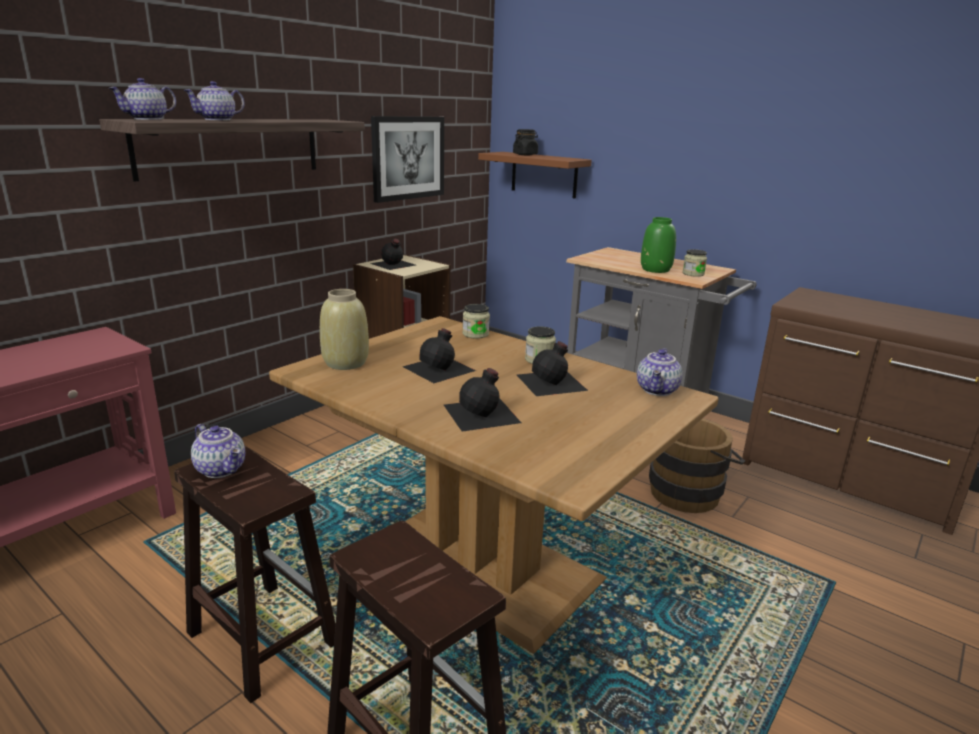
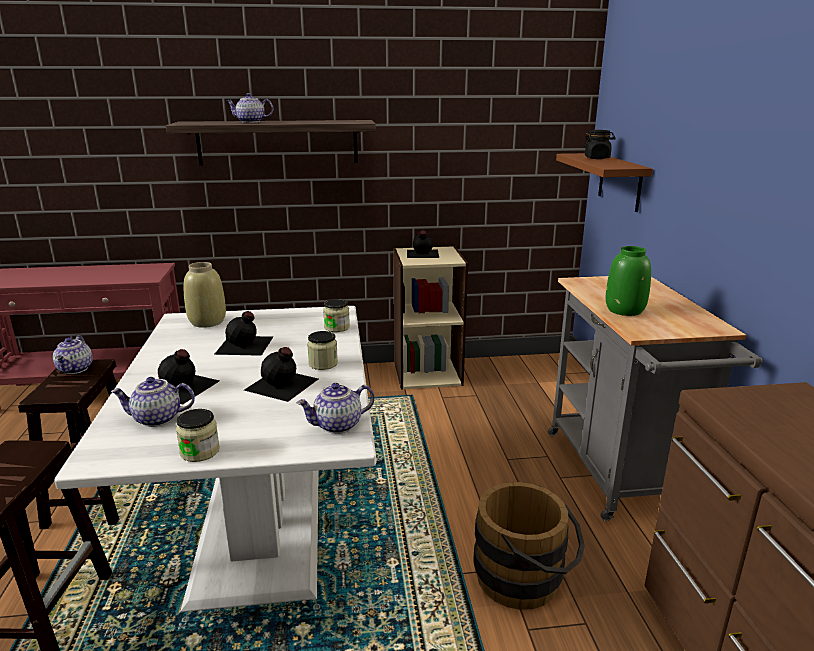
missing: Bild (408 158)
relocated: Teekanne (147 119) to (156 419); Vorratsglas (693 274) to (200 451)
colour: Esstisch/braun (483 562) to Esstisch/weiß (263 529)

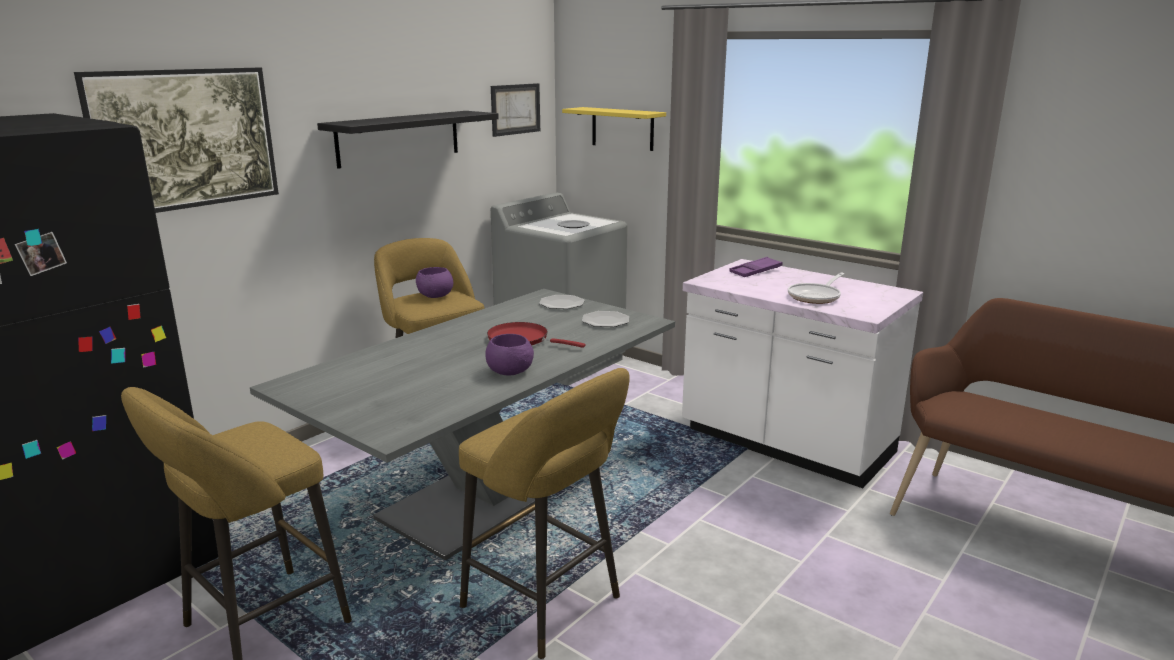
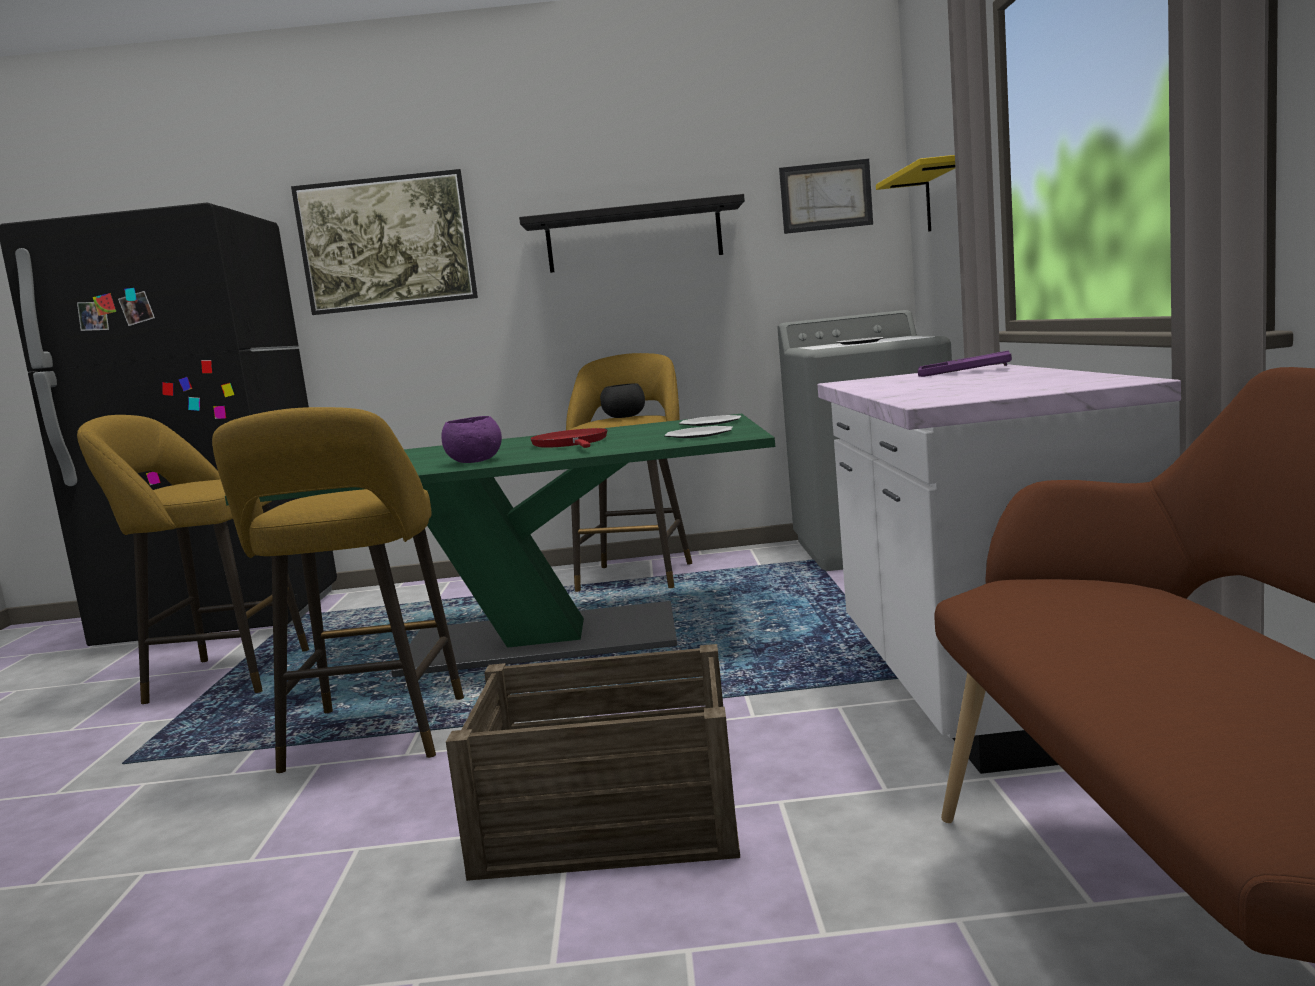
missing: Pfanne (816 296)
appeared: Kiste (611 816)
colour: Esstisch/grau (491 492) to Esstisch/grün (541 641); Schüssel/lila (435 296) to Schüssel/schwarz (624 417)

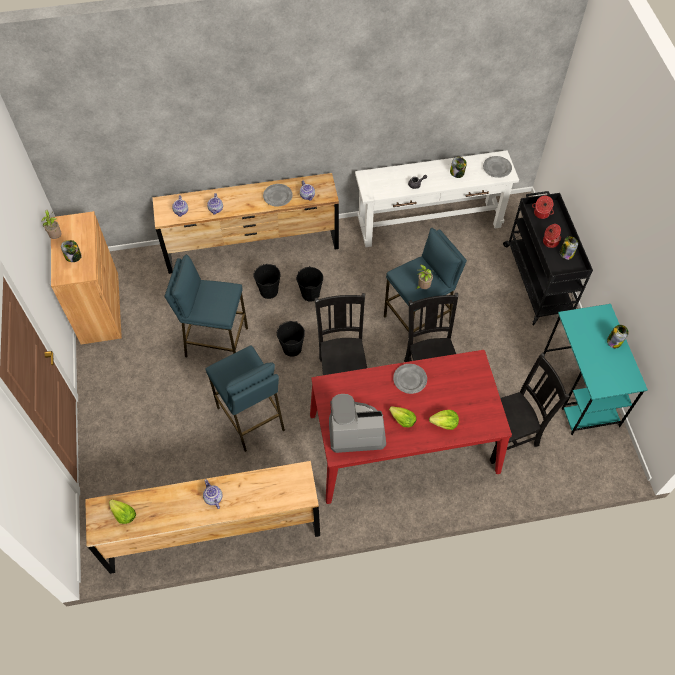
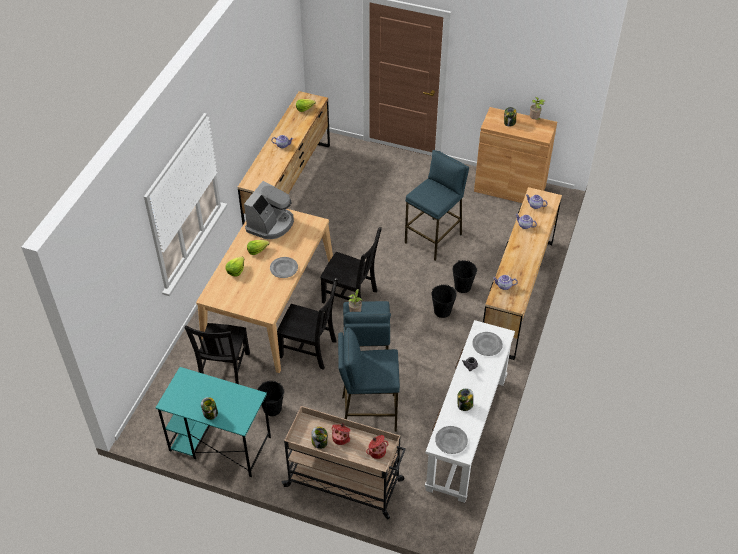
relocated: Hocker/blau (251 419) to (368 413); Teller/grau (277 196) to (487 345); Eimer/schwarz (292 348) to (272 408)
colour: Esstisch/rot (403 443) to Esstisch/beige (270 306); Rollwagen/schwarz (538 279) to Rollwagen/beige (345 483)

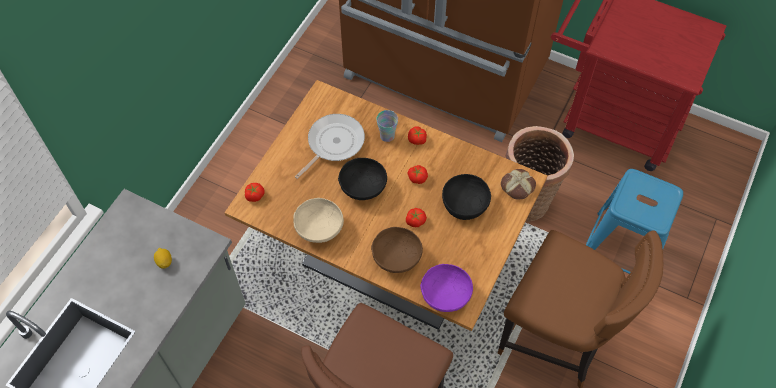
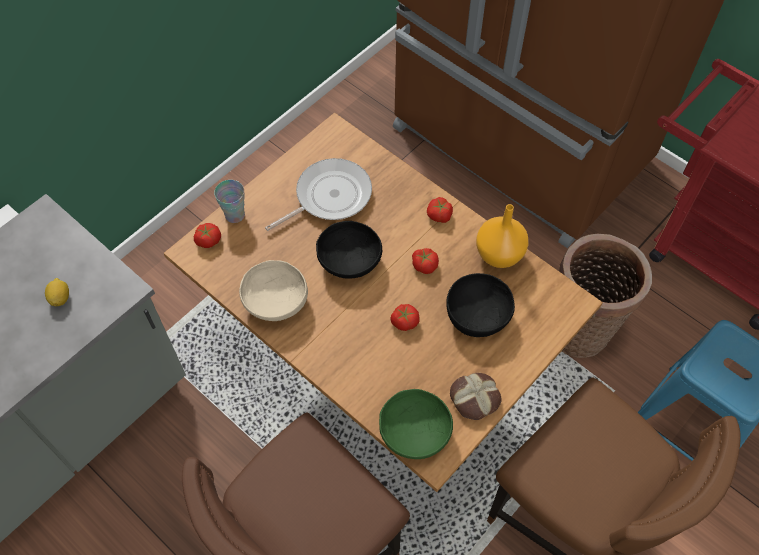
missing: Schüssel/braun (396 258)
appeared: Vase/orange (498 255)
relocated: Tasse (387 136) to (235 215); Brot (518 187) to (475 399)
colour: Schüssel/lila (445 295) to Schüssel/grün (414 433)

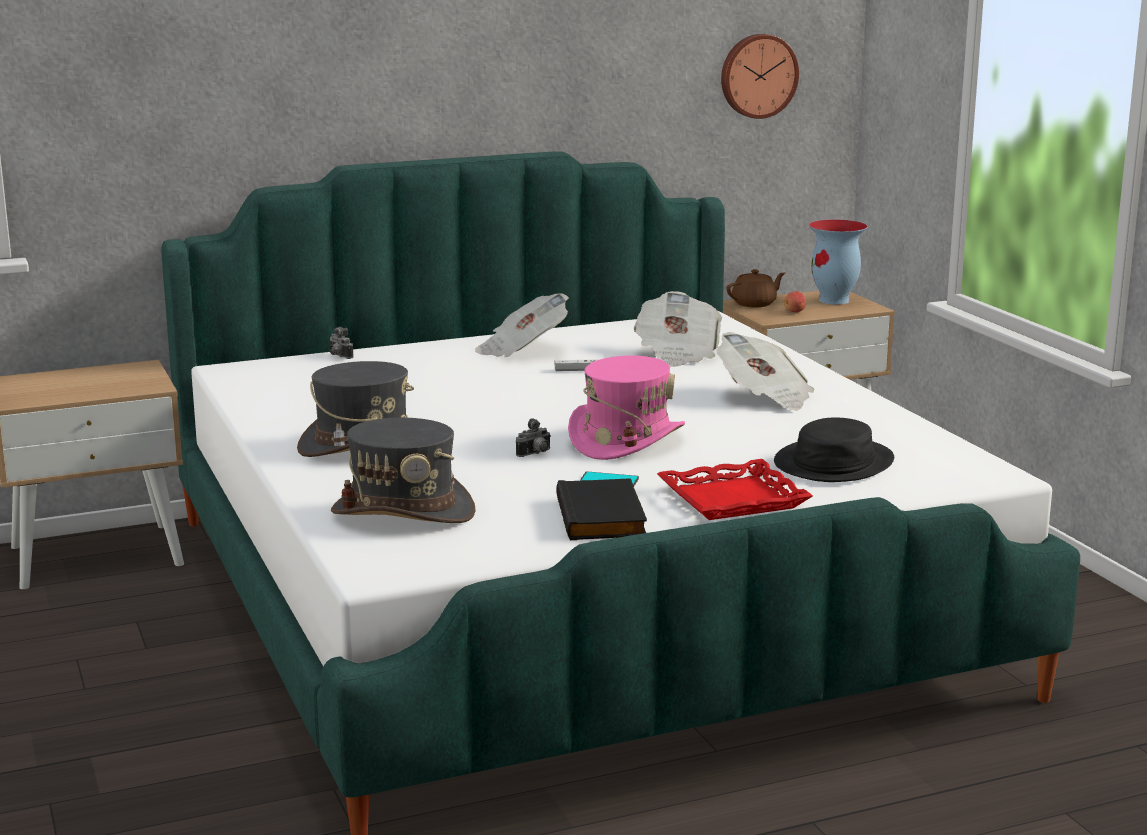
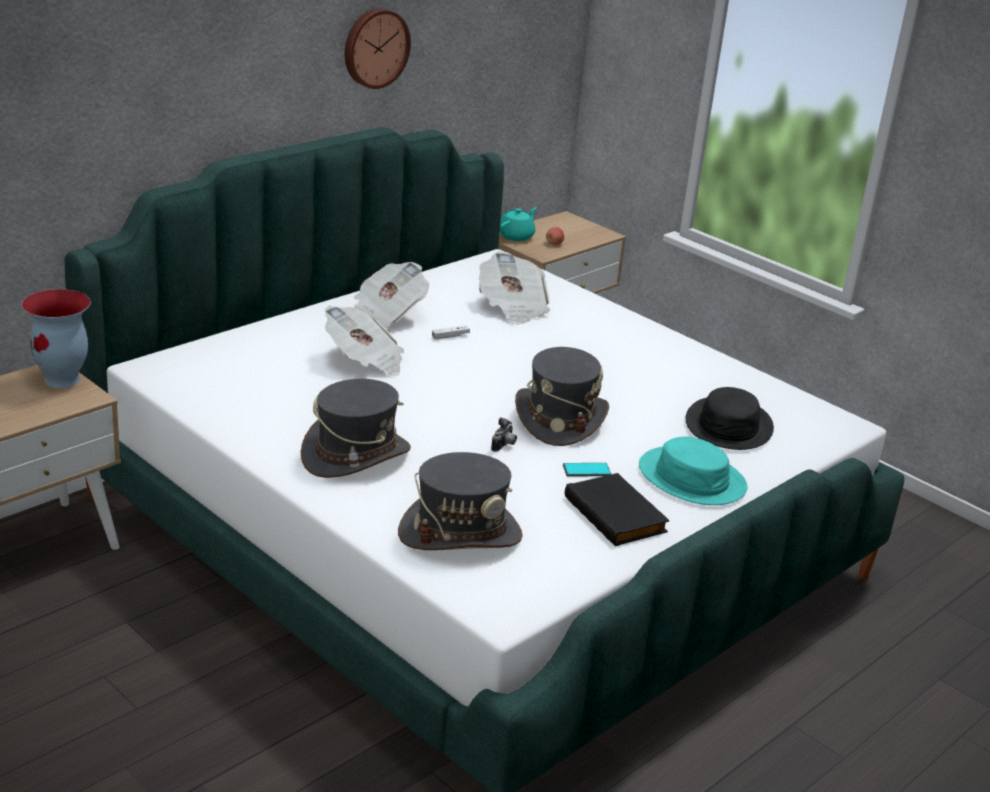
missing: Kamera (338 356)
relocated: Zeitung (765 397) to (365 361); Wanduhr (757 75) to (374 47); Vase (835 300) to (63 380)
exchanged: Tablett/rot (732 499) to Hut/türkis (692 478)
colour: Hut/rosa (626 440) to Hut/grau (559 419); Teekanne/braun (755 304) to Teekanne/türkis (516 236)

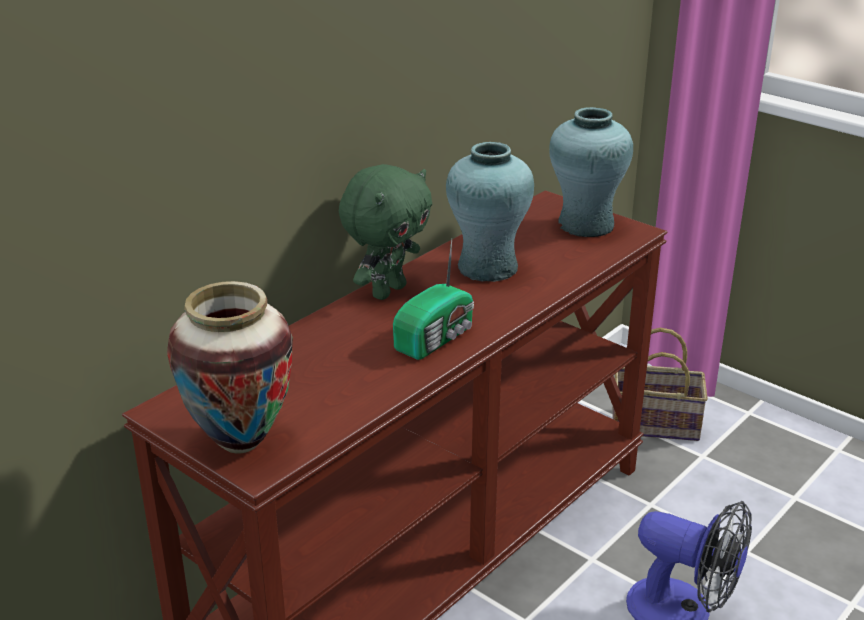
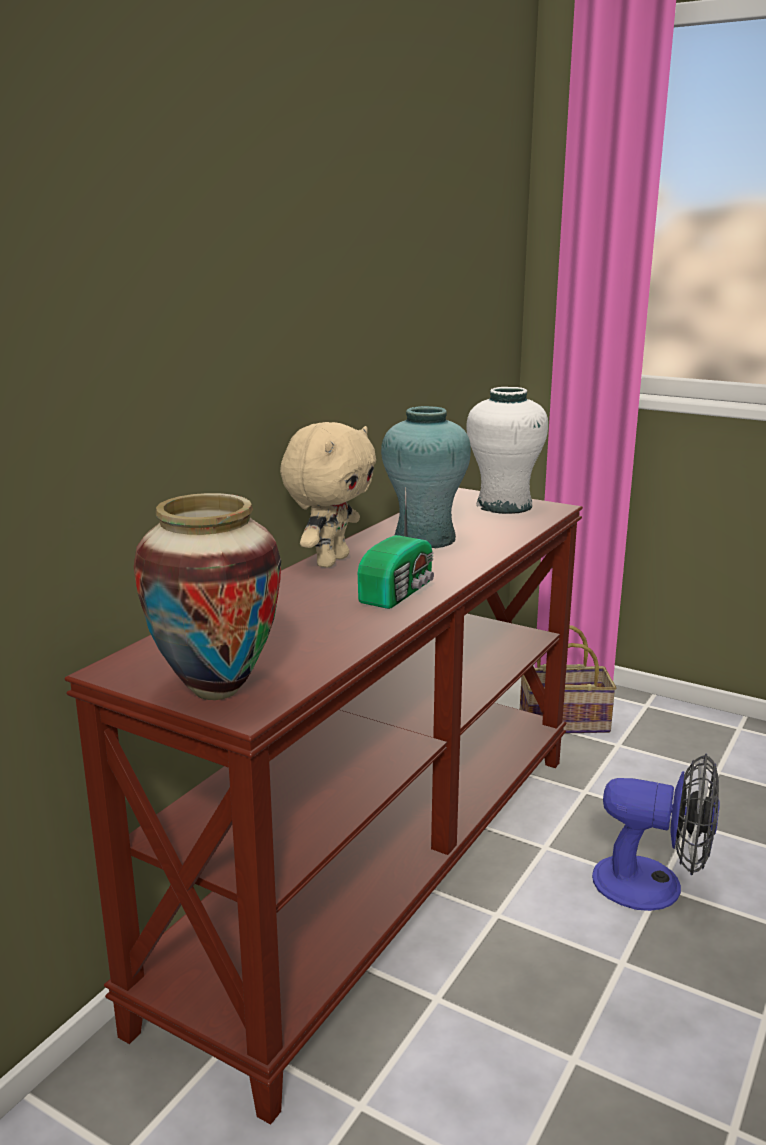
colour: Plüschtier/grün (387 291) to Plüschtier/beige (330 561); Vase/türkis (586 225) to Vase/weiß (504 506)

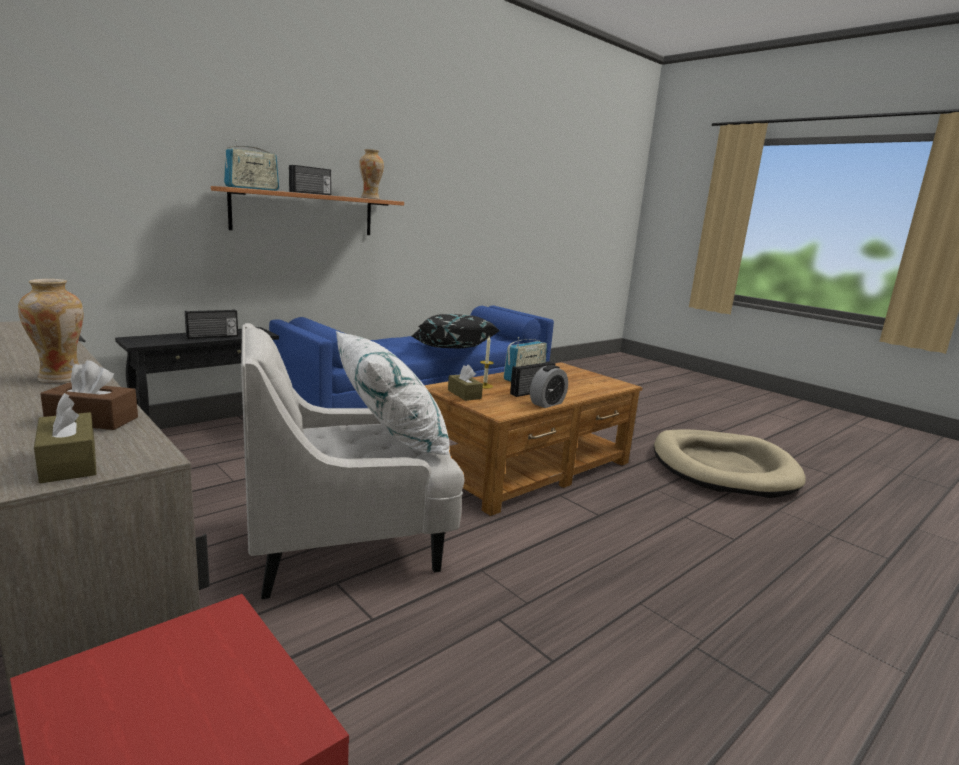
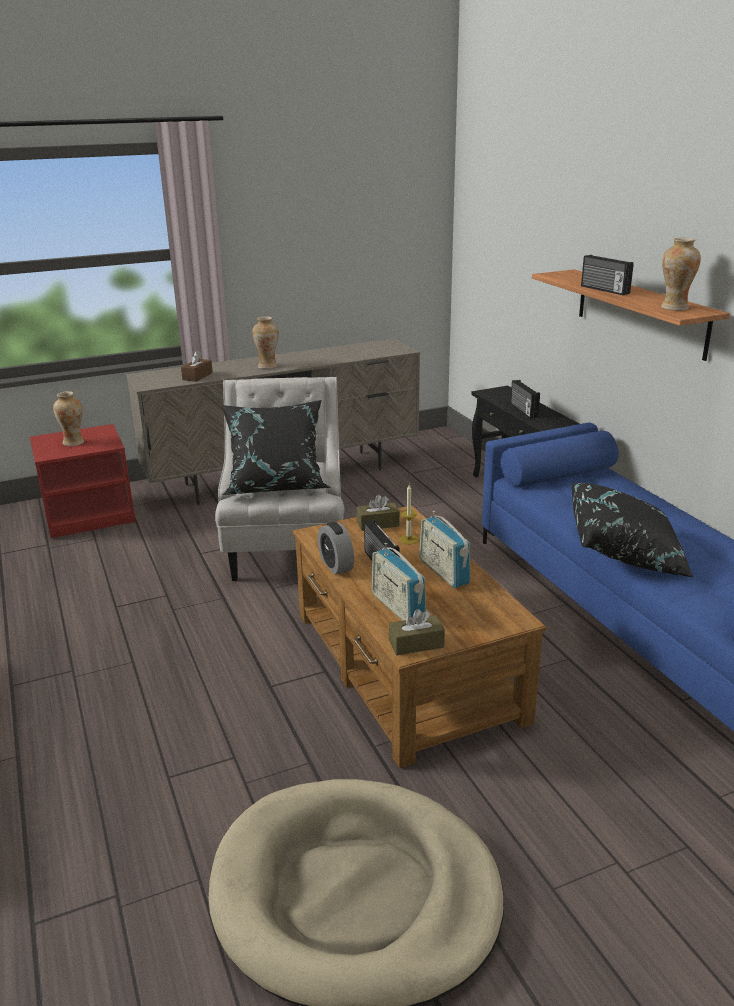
appeared: Vase (73 442)
relocated: Taschentuchbox/braun (69 462) to (416 644); Radio (252 188) to (397 607)
colour: Kissen/weiß (389 439) to Kissen/schwarz (276 485)

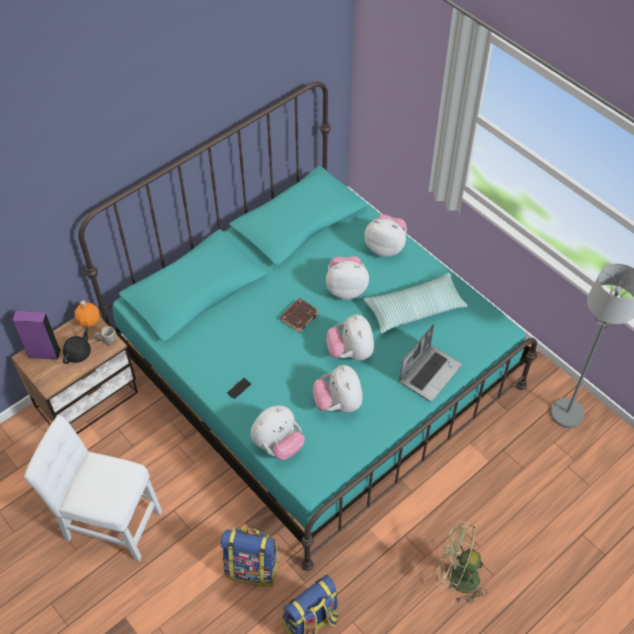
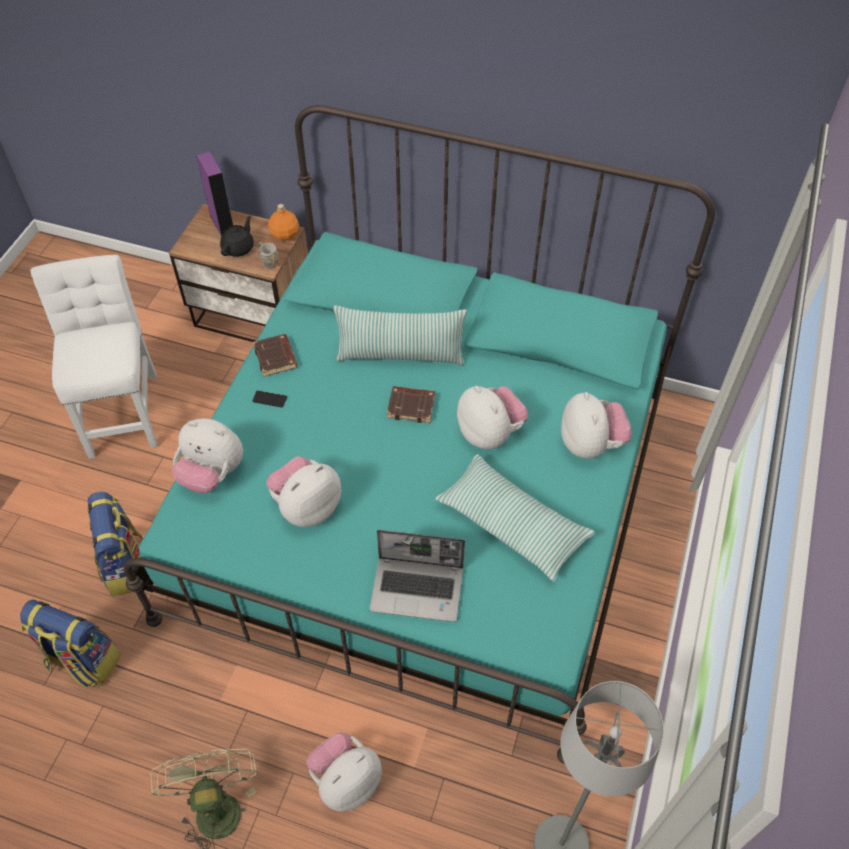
appeared: Buch/braun (276 358); Kissen (400 355)
relocated: Plüschtier (350 352) to (346 780)
spun: Teekanne/schwarz (78 353) = (238 248) 60 degrees counterclockwise

